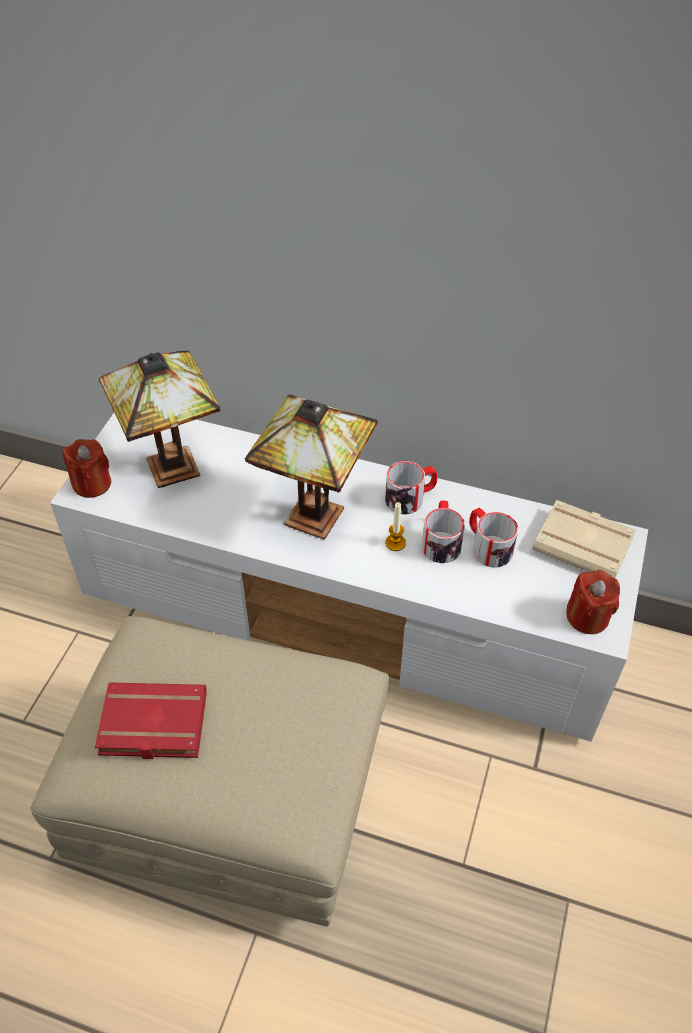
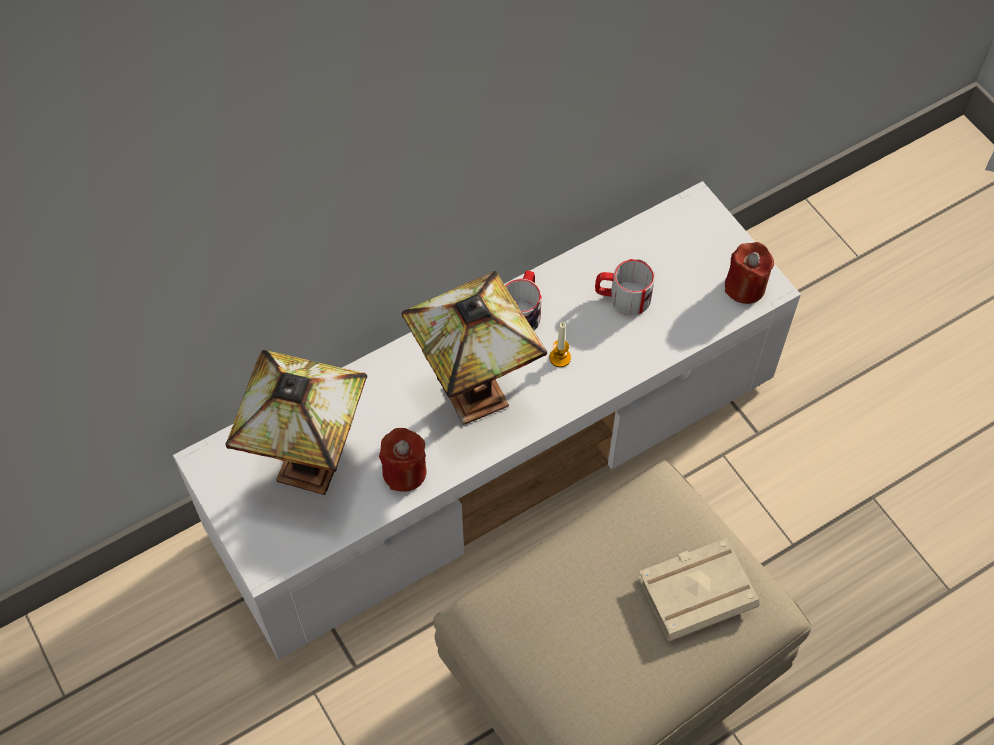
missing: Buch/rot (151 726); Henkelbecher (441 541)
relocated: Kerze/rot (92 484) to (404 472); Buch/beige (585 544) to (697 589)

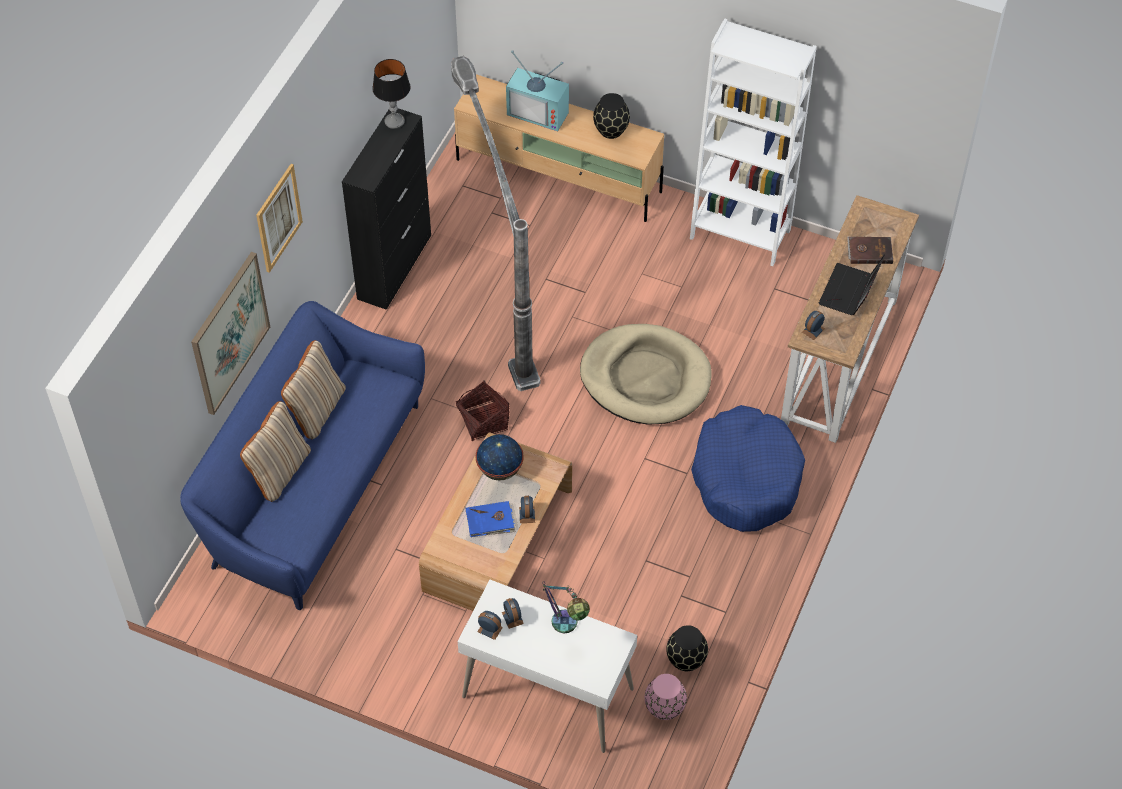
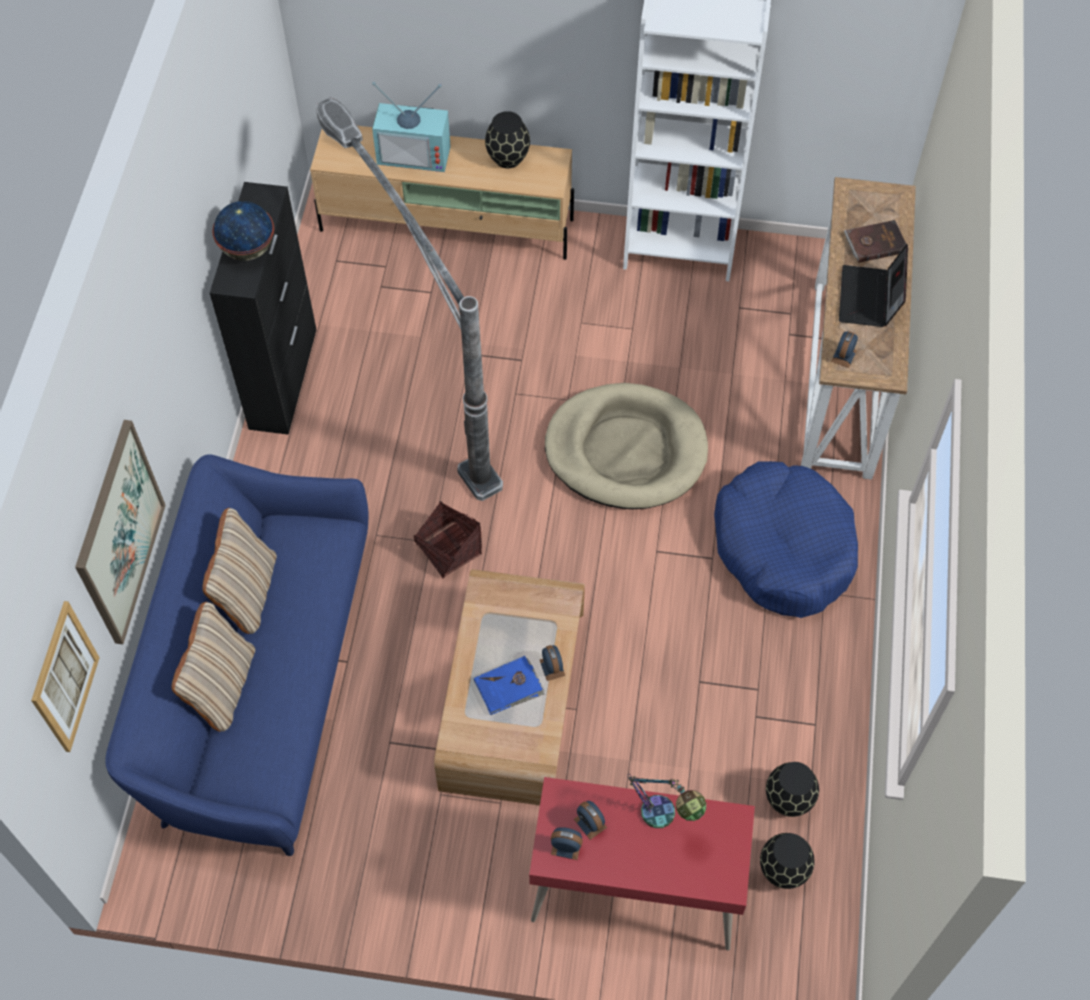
missing: Tischlampe (394 121)
relocated: Bild (278 218) to (64 677); Globus (499 469) to (247 249)
colour: Schreibtisch/weiß (547 694) to Schreibtisch/rot (635 888); Vase/rosa (664 708) to Vase/schwarz (783 870)

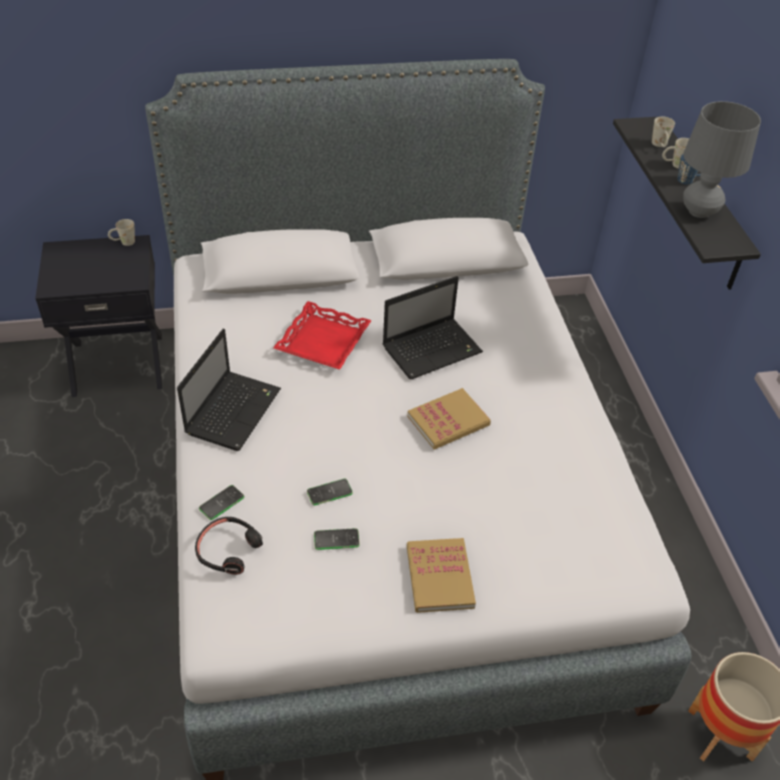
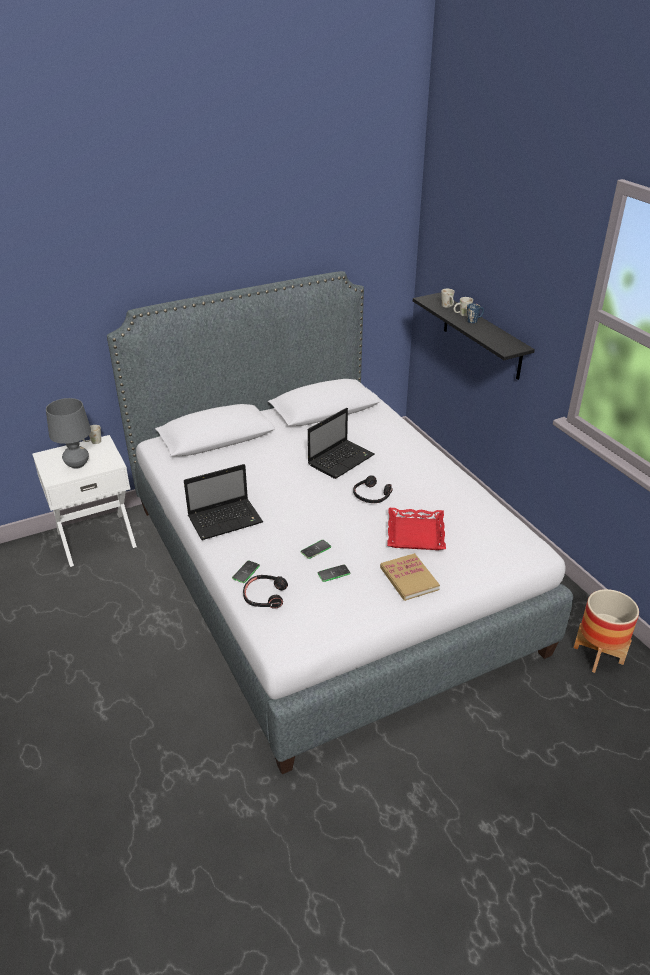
relocated: Tablett/rot (324 342) to (416 534); Tischlampe/grau (699 211) to (77 464)
exchanged: Buch (448 421) to Kopfhörer/schwarz (371 495)
colour: Nachttisch/schwarz (118 363) to Nachttisch/weiß (96 538)
spun: Laptop (234 410) = (226 519) 60 degrees clockwise

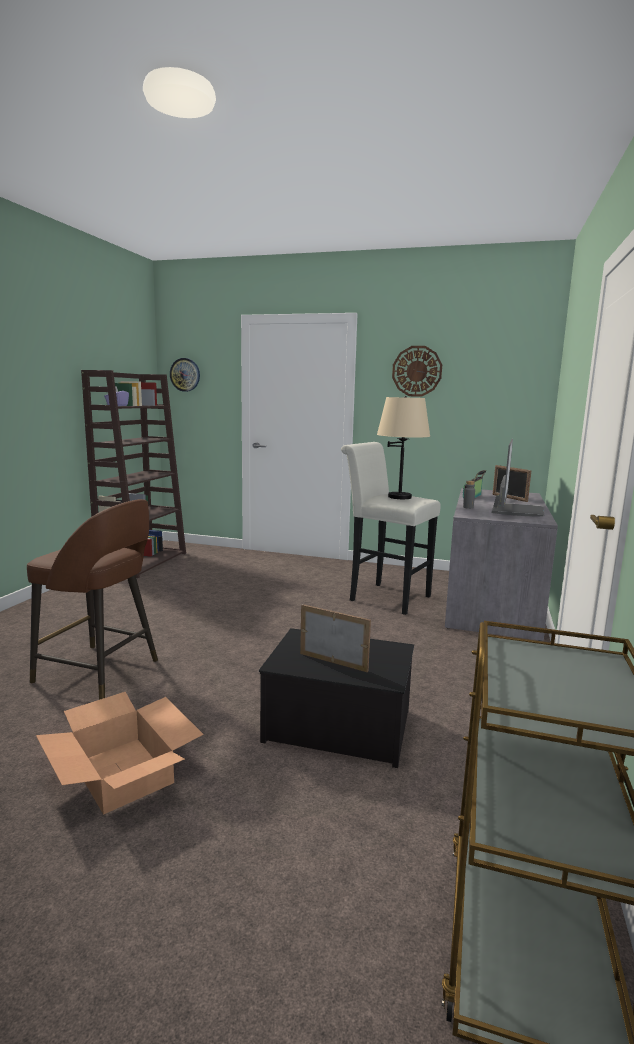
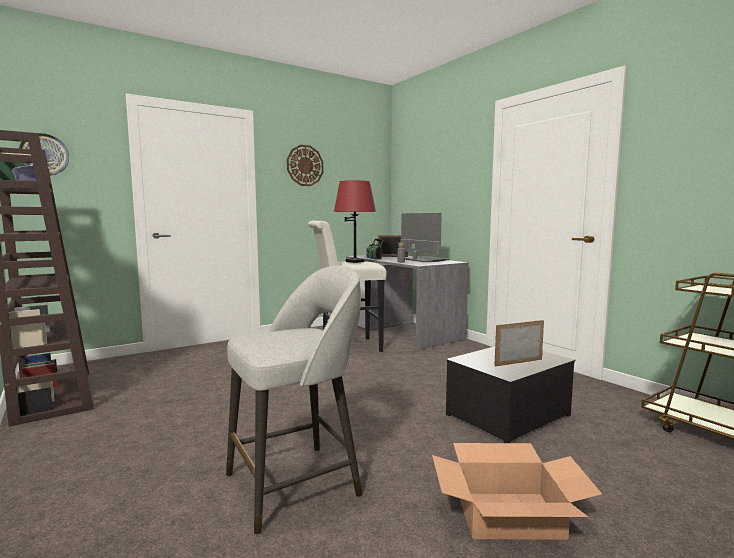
colour: Hocker/braun (100 672) to Hocker/grau (296 483); Tischlampe/beige (400 497) to Tischlampe/rot (355 261)

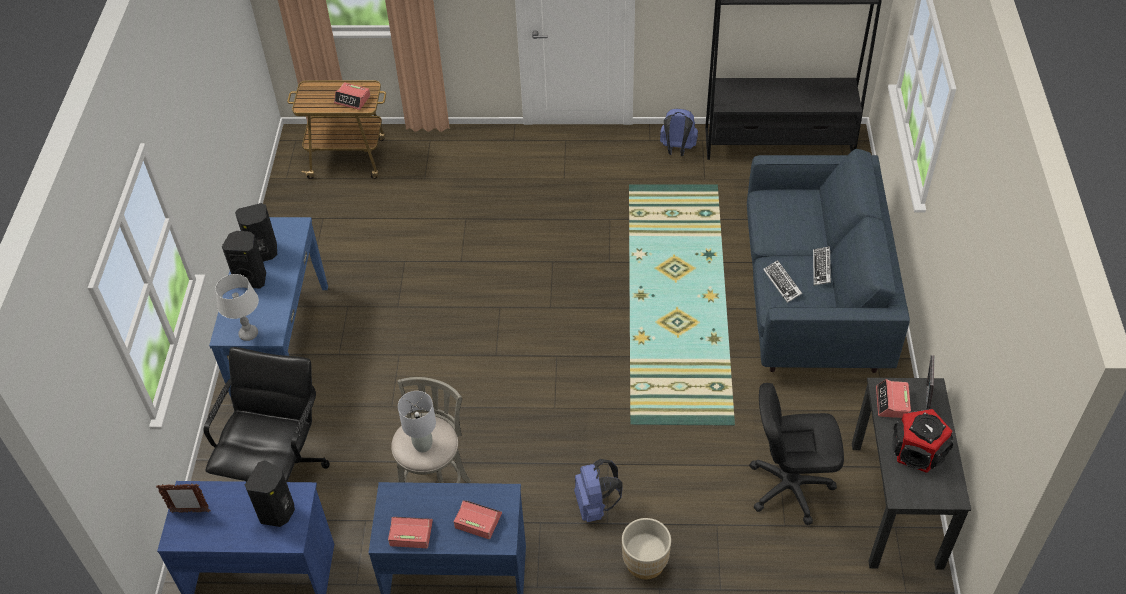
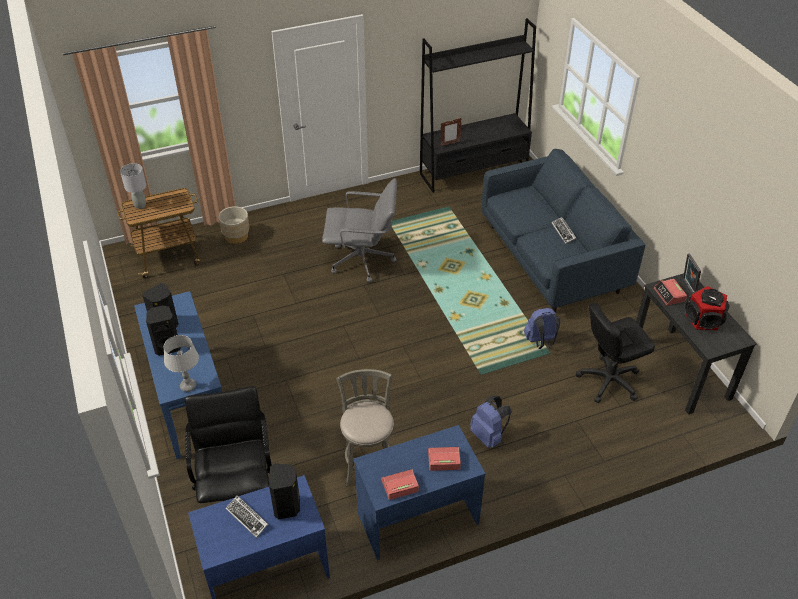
missing: Wecker (352 99)
appeared: Bürostuhl/grau (362 261)
relocated: Bilderrahmen (190 511) to (450 144); Tischlampe/grau (423 445) to (140 205); Pflanzkübel/beige (645 562) to (236 236); Rucksack/blau (677 149) to (540 342); Tastatur (782 283) to (247 518)

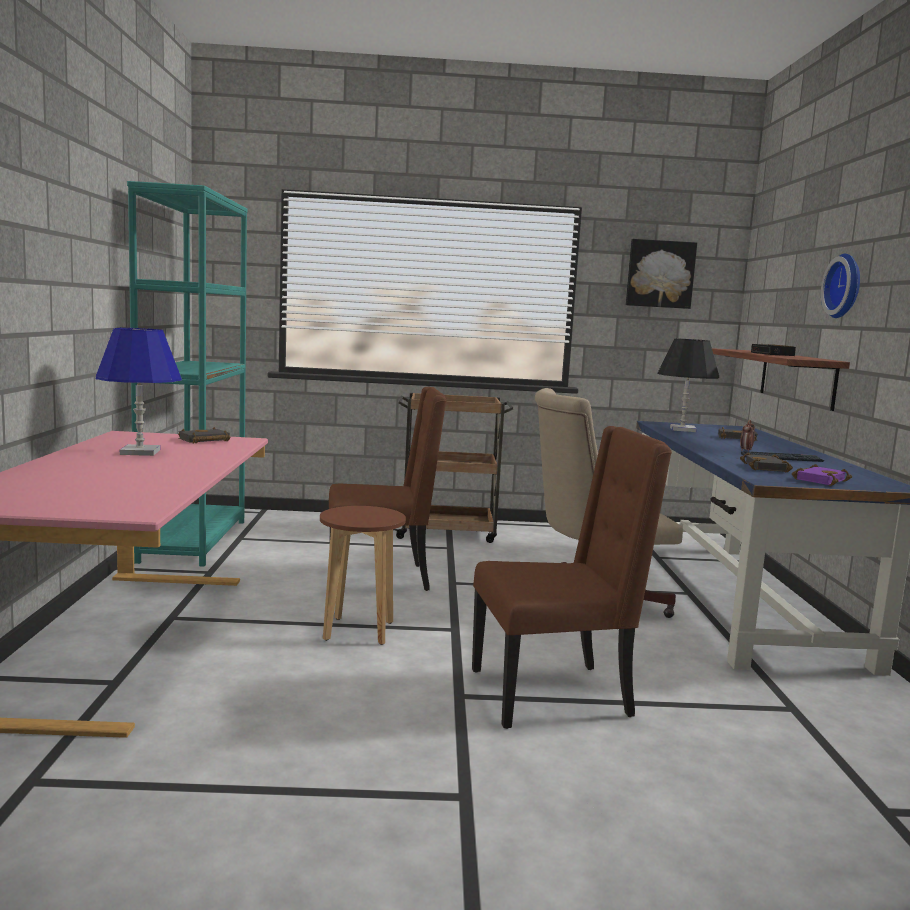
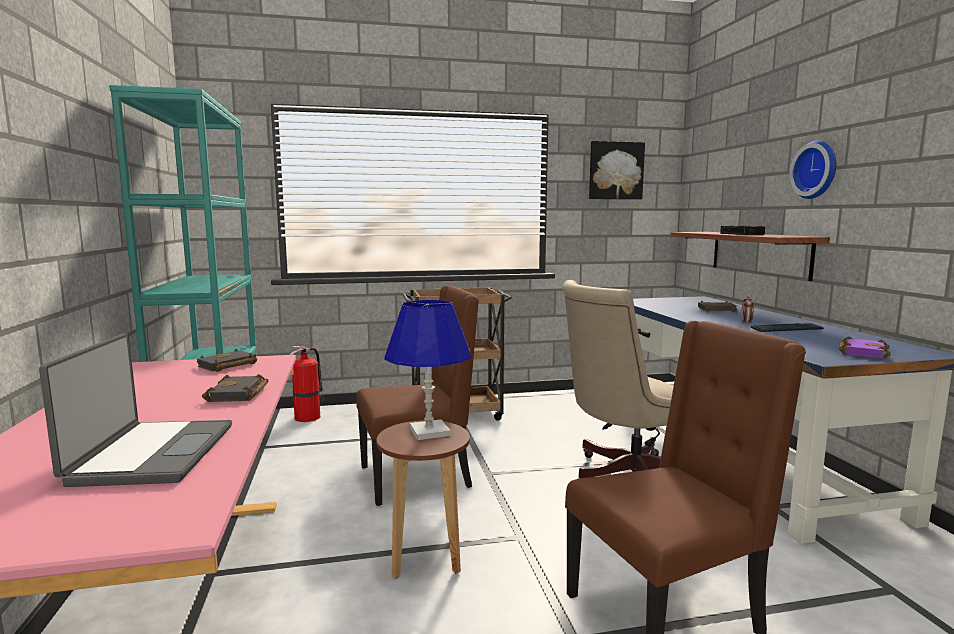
missing: Tischlampe/schwarz (682 429)
appeared: Laptop (151 454); Feuerlöscher (308 417)
relocated: Tischlampe/blau (140 452) to (429 431); Buch/schwarz (767 468) to (239 394)

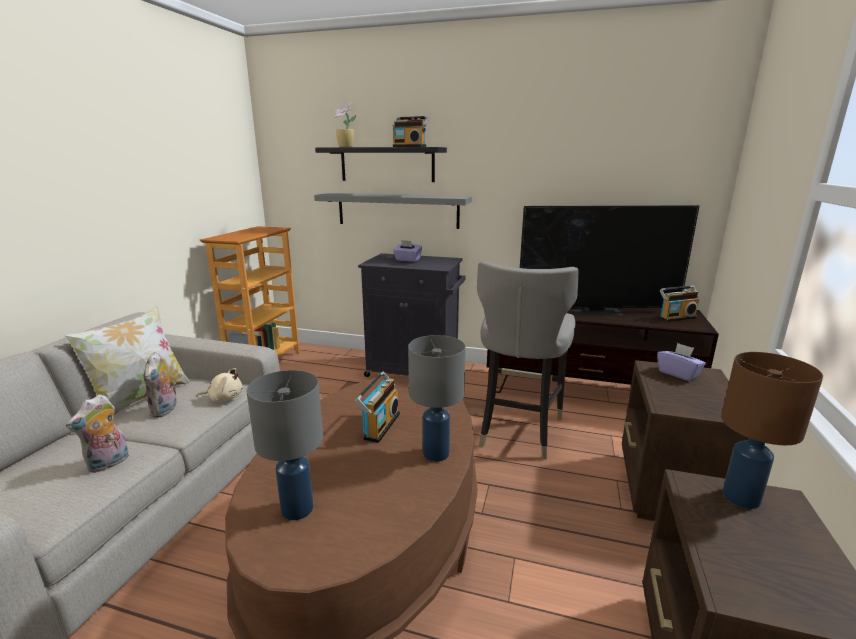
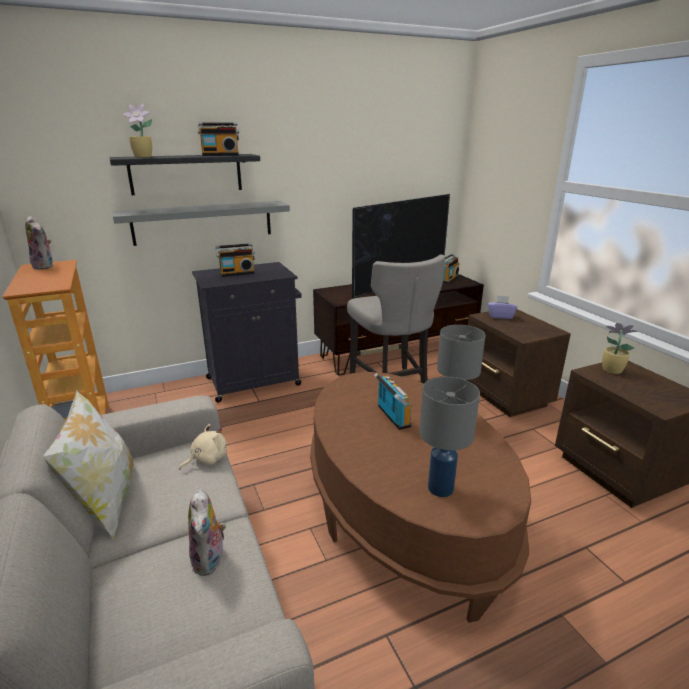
relocated: Plüschtier (165 410) to (45 266)
exchanged: Taschentuchbox/lila (407 260) to Radio (237 273); Tischlampe/braun (739 497) to Topfpflanze (610 370)

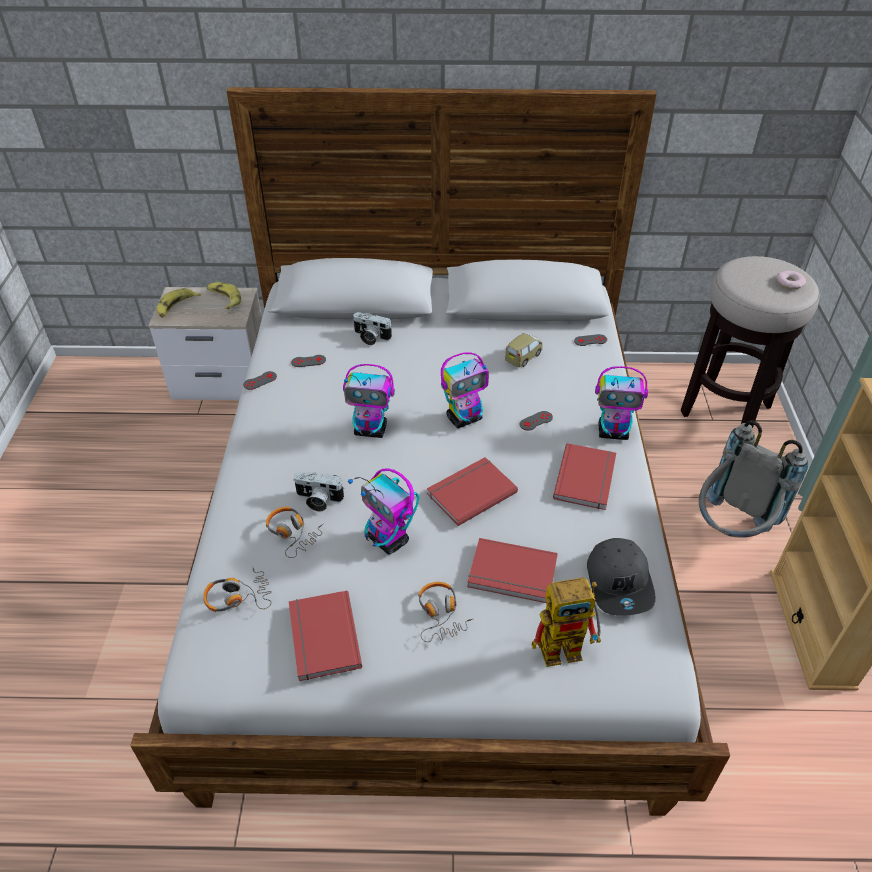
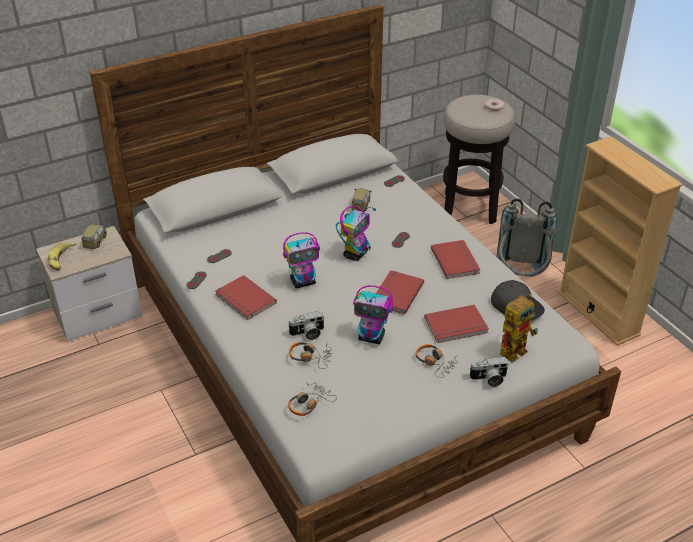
missing: Spielzeugroboter (613 432)
relocated: Buch/rot (321 637) to (244 300); Kamera (370 337) to (489 379)
exchanged: Banane (224 299) to Spielzeugauto (95 241)

